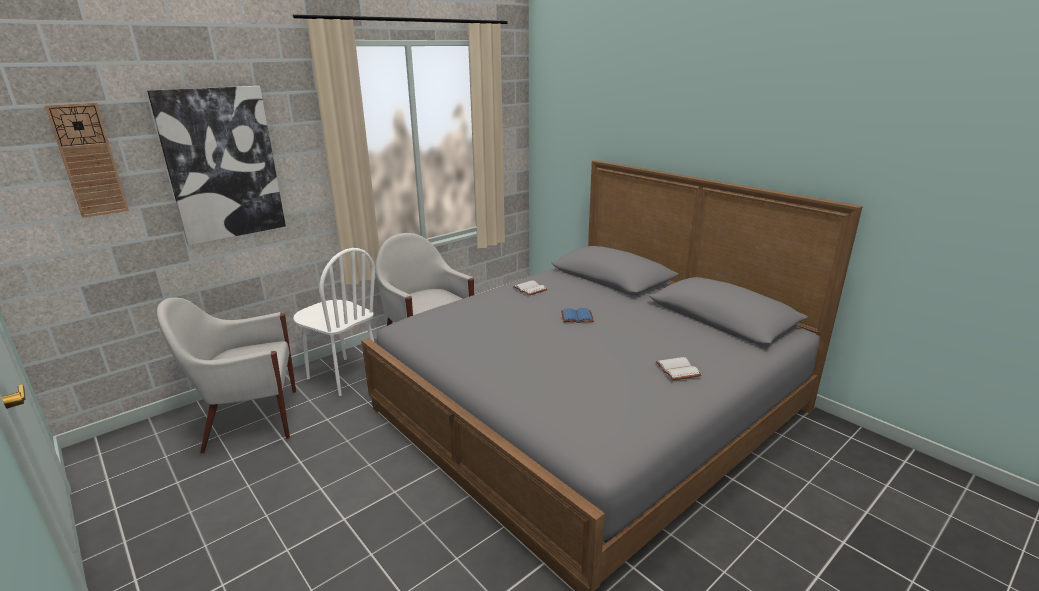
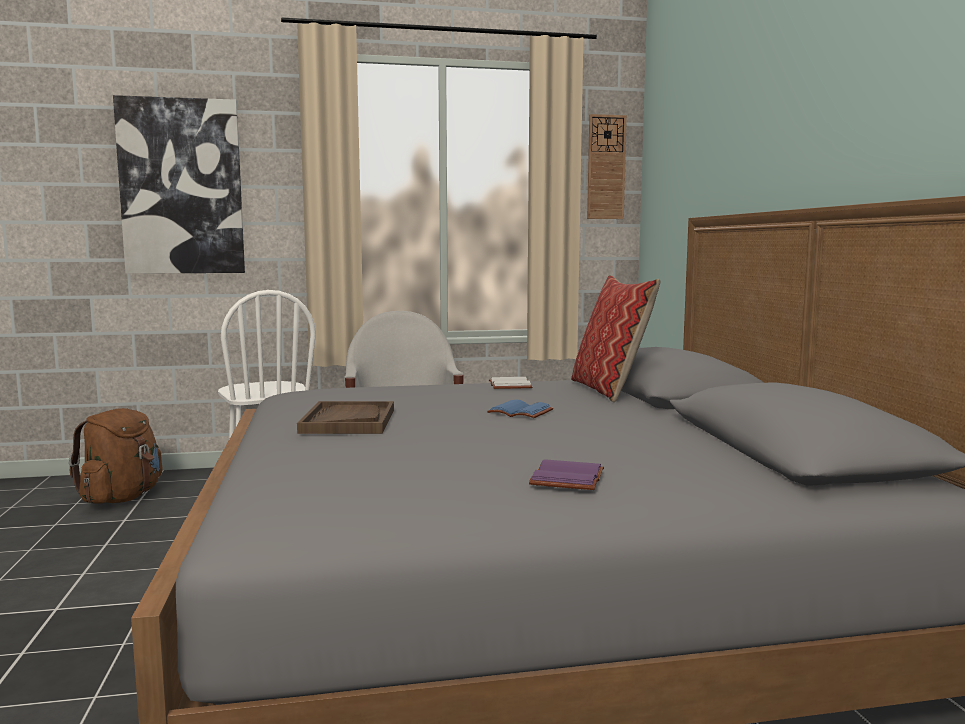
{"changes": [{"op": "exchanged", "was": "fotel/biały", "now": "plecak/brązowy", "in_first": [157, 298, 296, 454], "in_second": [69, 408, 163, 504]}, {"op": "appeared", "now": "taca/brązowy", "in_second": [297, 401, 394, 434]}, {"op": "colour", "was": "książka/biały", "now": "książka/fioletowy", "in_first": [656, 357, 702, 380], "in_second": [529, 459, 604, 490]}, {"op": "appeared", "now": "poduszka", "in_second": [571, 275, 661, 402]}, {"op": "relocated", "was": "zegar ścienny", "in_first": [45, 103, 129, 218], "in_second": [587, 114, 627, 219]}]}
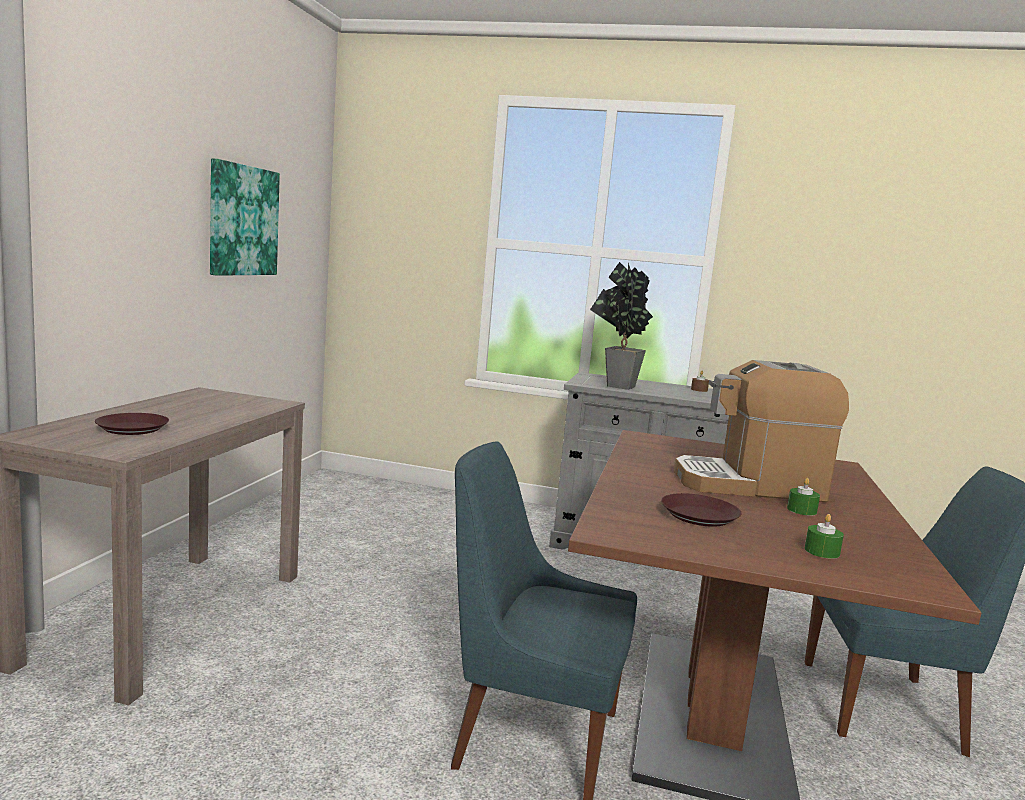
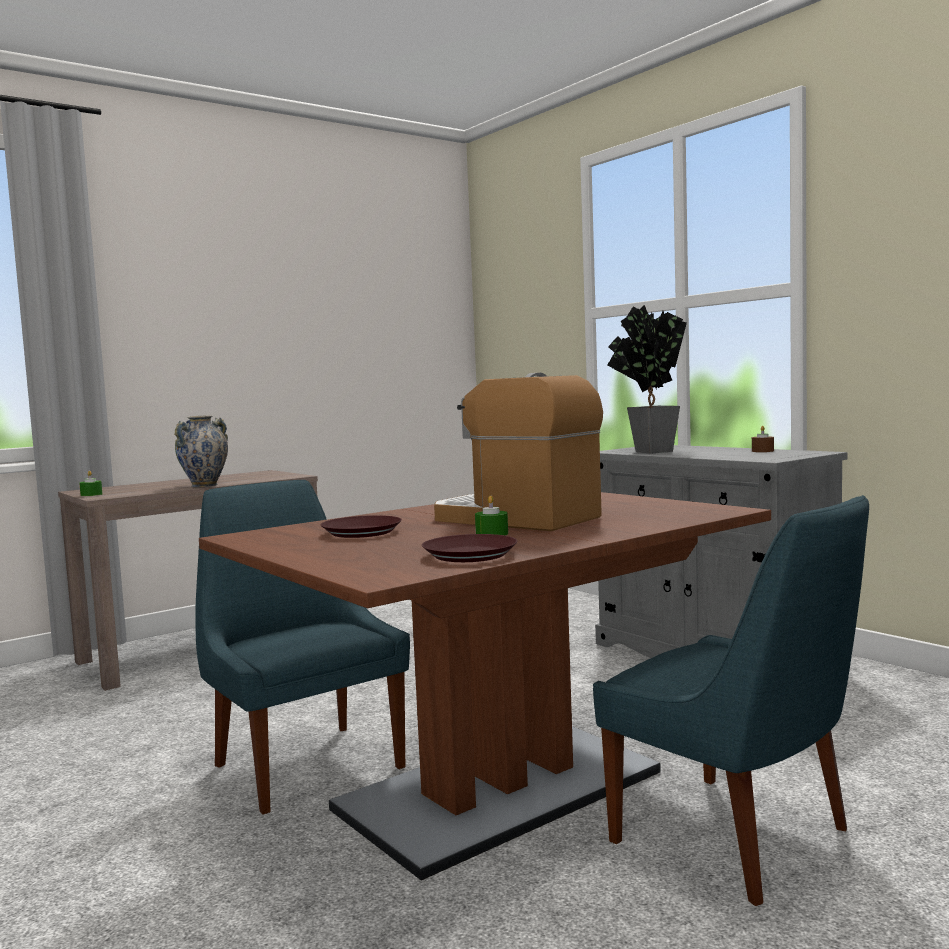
{"changes": [{"op": "relocated", "was": "świeca/zielony", "in_first": [805, 514, 844, 559], "in_second": [79, 471, 102, 496]}, {"op": "appeared", "now": "wazon", "in_second": [174, 415, 228, 487]}, {"op": "relocated", "was": "talerz/brązowy", "in_first": [95, 413, 169, 435], "in_second": [422, 534, 518, 562]}, {"op": "missing", "was": "obraz", "in_first": [210, 158, 280, 276]}]}
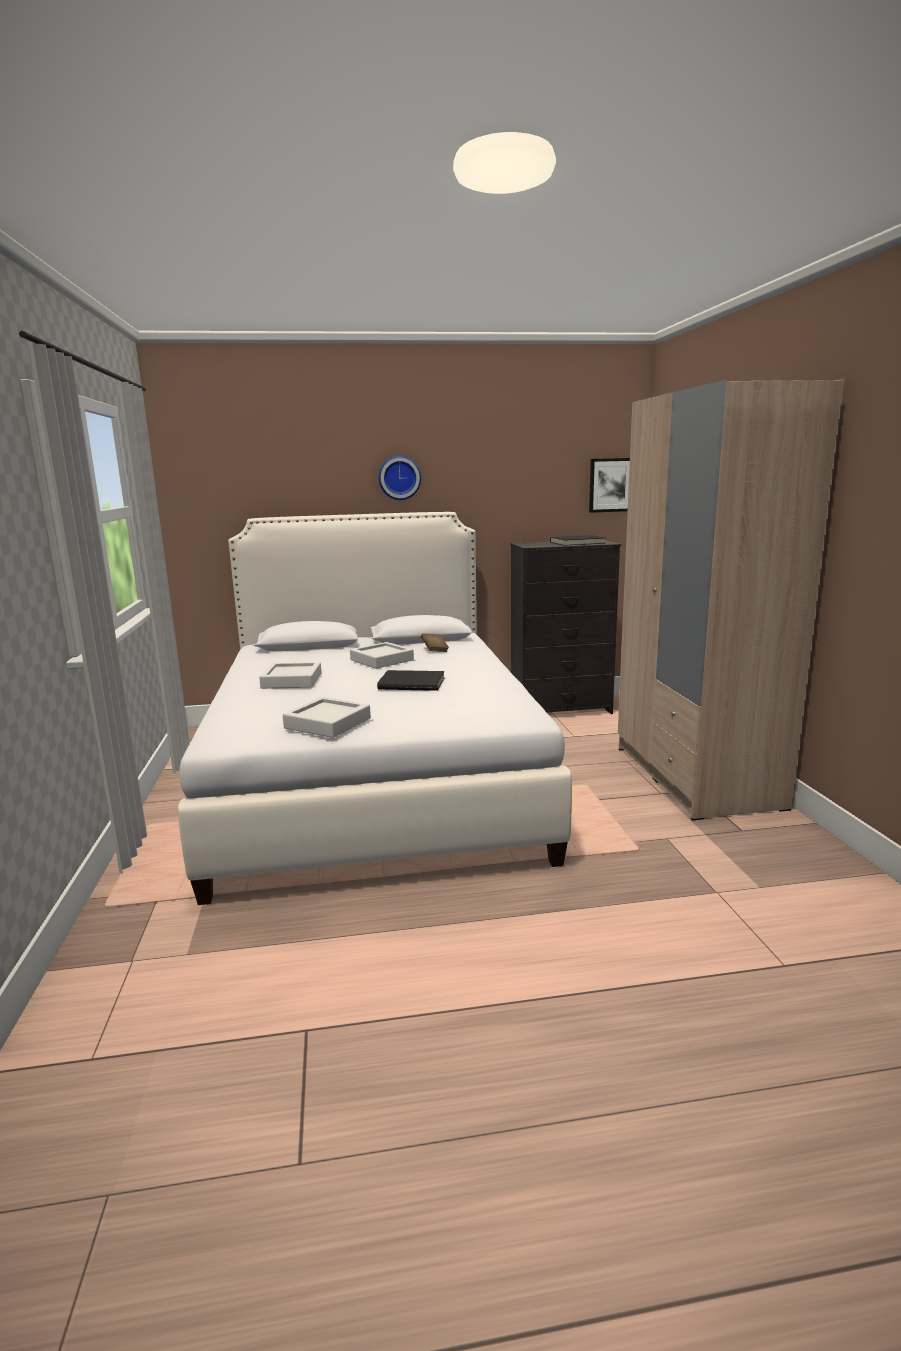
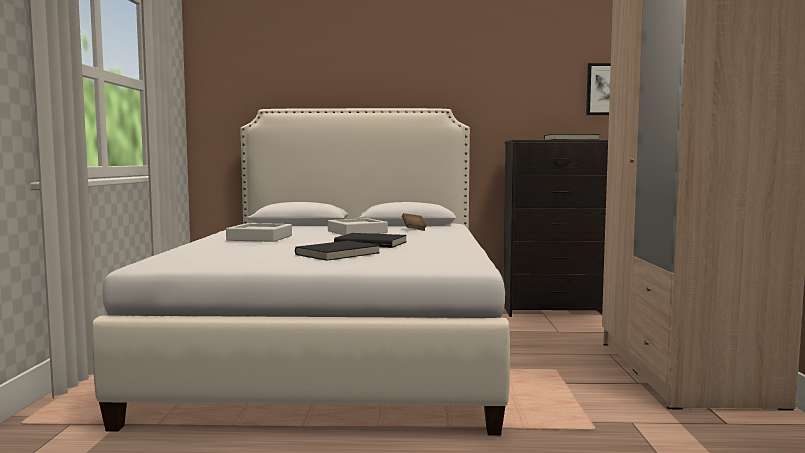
{"changes": [{"op": "appeared", "now": "książka/czarny", "in_second": [295, 241, 380, 261]}, {"op": "missing", "was": "taca/szary", "in_first": [283, 697, 371, 738]}, {"op": "missing", "was": "zegar ścienny", "in_first": [378, 456, 421, 500]}]}
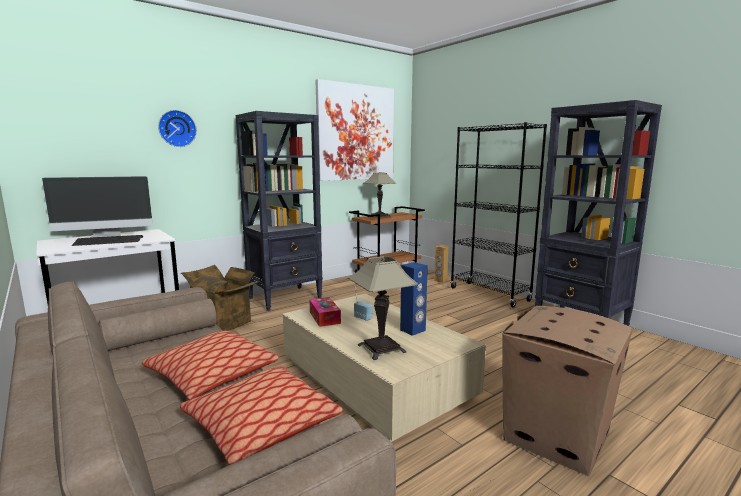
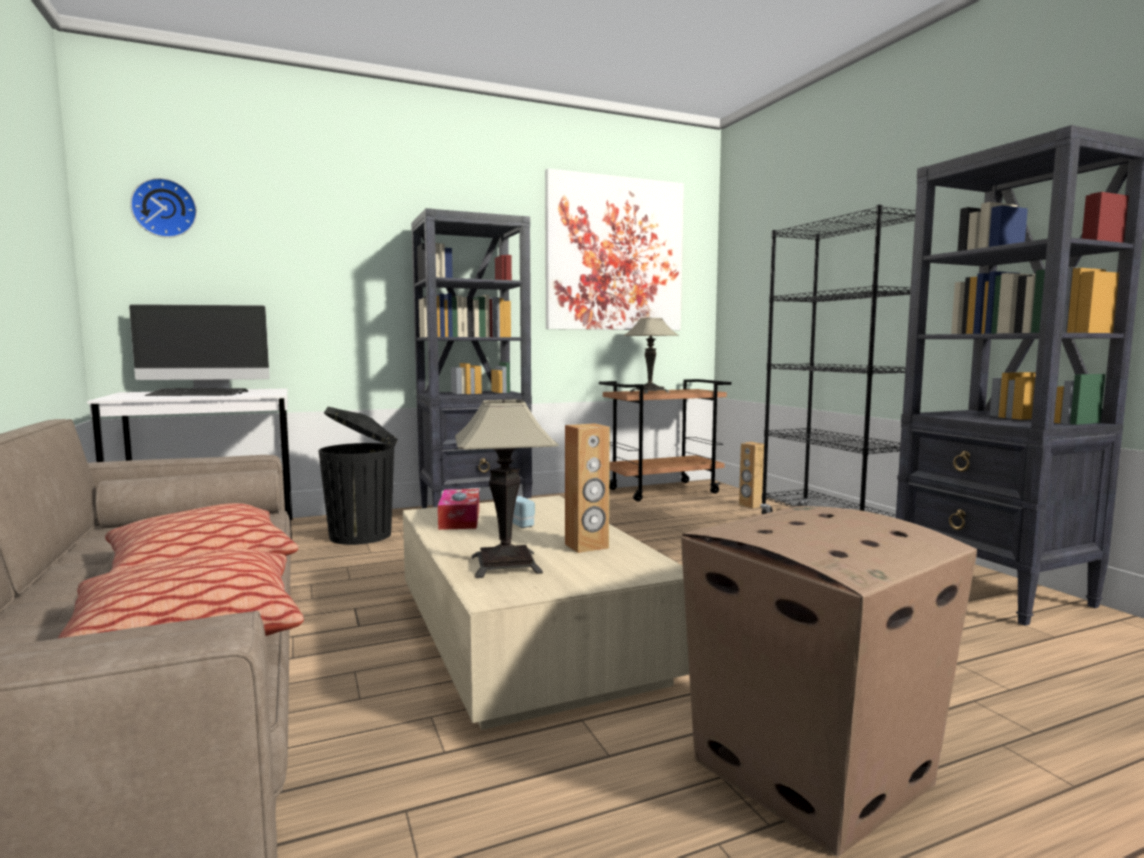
{"changes": [{"op": "relocated", "was": "zegar ścienny", "in_first": [158, 110, 197, 147], "in_second": [130, 178, 197, 238]}, {"op": "exchanged", "was": "karton", "now": "kosz na śmieci/czarny", "in_first": [181, 265, 259, 331], "in_second": [318, 407, 398, 545]}, {"op": "colour", "was": "głośnik/niebieski", "now": "głośnik/brązowy", "in_first": [400, 262, 428, 336], "in_second": [565, 423, 610, 553]}]}
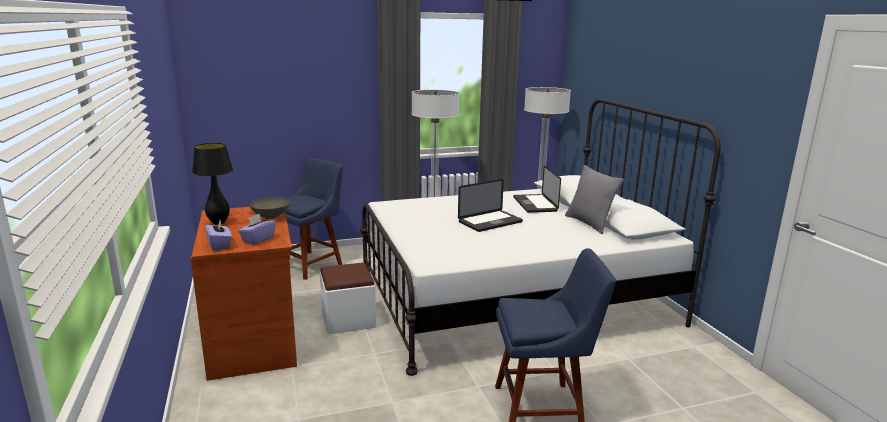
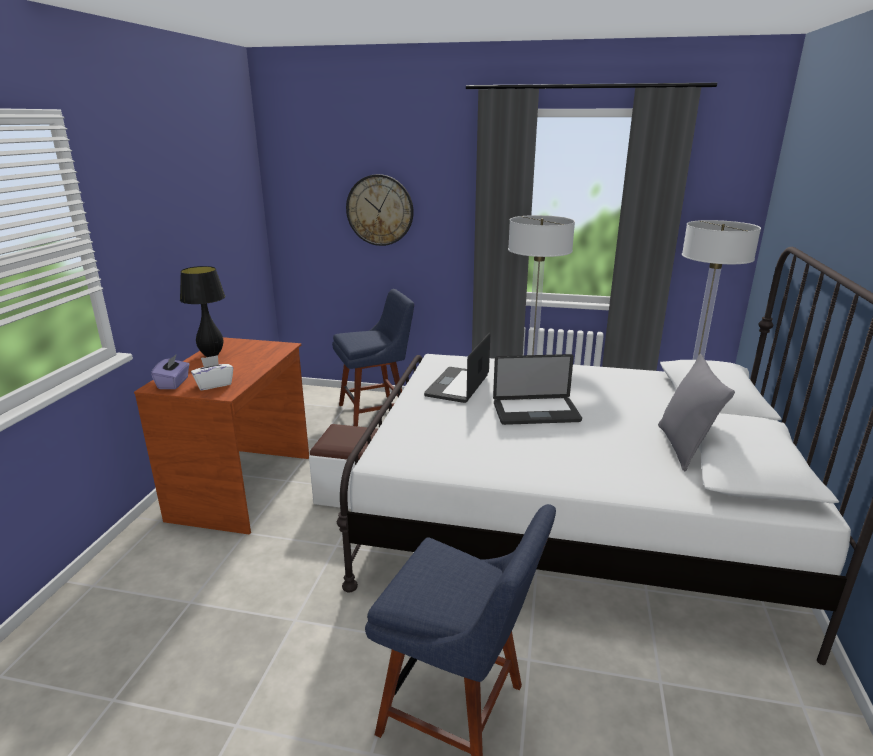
{"changes": [{"op": "colour", "was": "pudełko chusteczek/fioletowy", "now": "pudełko chusteczek/biały", "in_first": [238, 214, 276, 245], "in_second": [191, 355, 233, 390]}, {"op": "appeared", "now": "zegar ścienny", "in_second": [346, 174, 414, 246]}, {"op": "relocated", "was": "laptop", "in_first": [513, 165, 561, 213], "in_second": [424, 333, 490, 403]}, {"op": "missing", "was": "miska/szary", "in_first": [249, 197, 291, 219]}]}
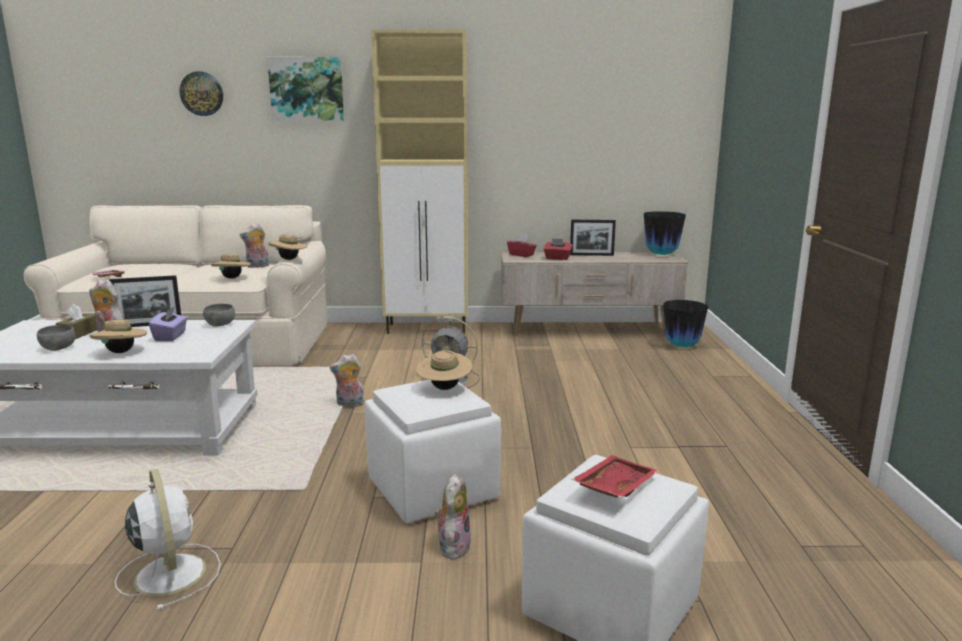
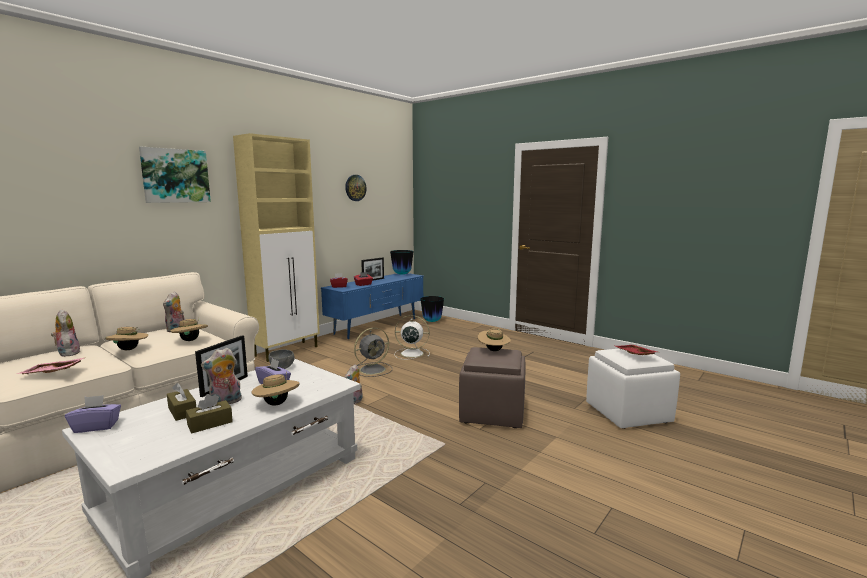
{"changes": [{"op": "relocated", "was": "pluszak", "in_first": [435, 474, 471, 559], "in_second": [51, 309, 81, 357]}, {"op": "appeared", "now": "pudełko chusteczek/fioletowy", "in_second": [65, 395, 121, 433]}, {"op": "relocated", "was": "kapelusz/beżowy", "in_first": [268, 235, 308, 260], "in_second": [105, 327, 148, 350]}, {"op": "exchanged", "was": "miska/szary", "now": "pudełko chusteczek/brązowy", "in_first": [37, 325, 76, 351], "in_second": [186, 394, 233, 433]}, {"op": "colour", "was": "szafka pod telewizor/beżowy", "now": "szafka pod telewizor/niebieski", "in_first": [501, 252, 689, 336], "in_second": [321, 273, 424, 339]}, {"op": "relocated", "was": "zegar ścienny", "in_first": [179, 71, 223, 116], "in_second": [345, 175, 366, 201]}, {"op": "relocated", "was": "wentylator/biały", "in_first": [115, 469, 221, 610], "in_second": [394, 315, 429, 360]}, {"op": "colour", "was": "pufa/biały", "now": "pufa/brązowy", "in_first": [365, 380, 501, 523], "in_second": [459, 347, 526, 428]}]}
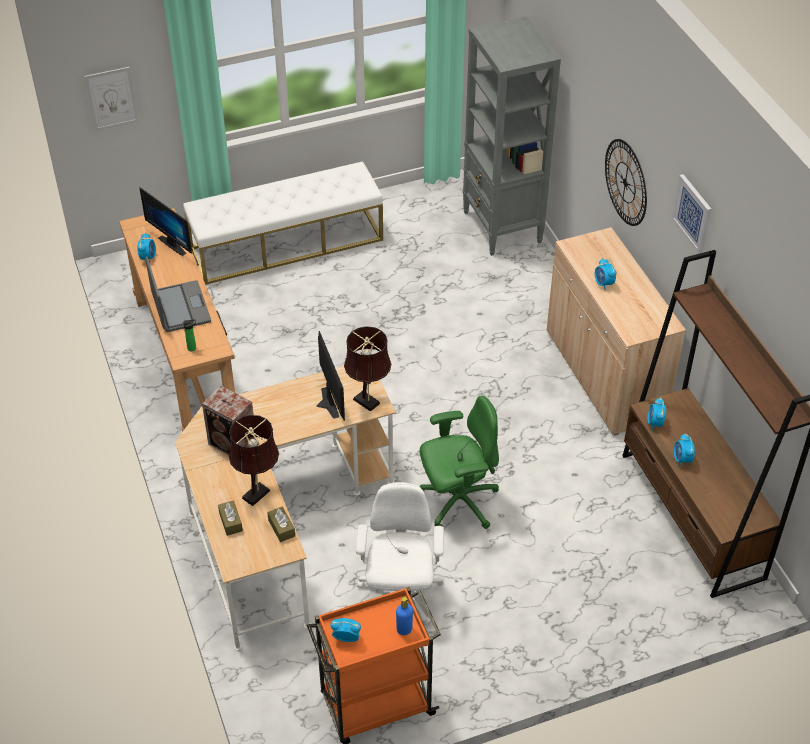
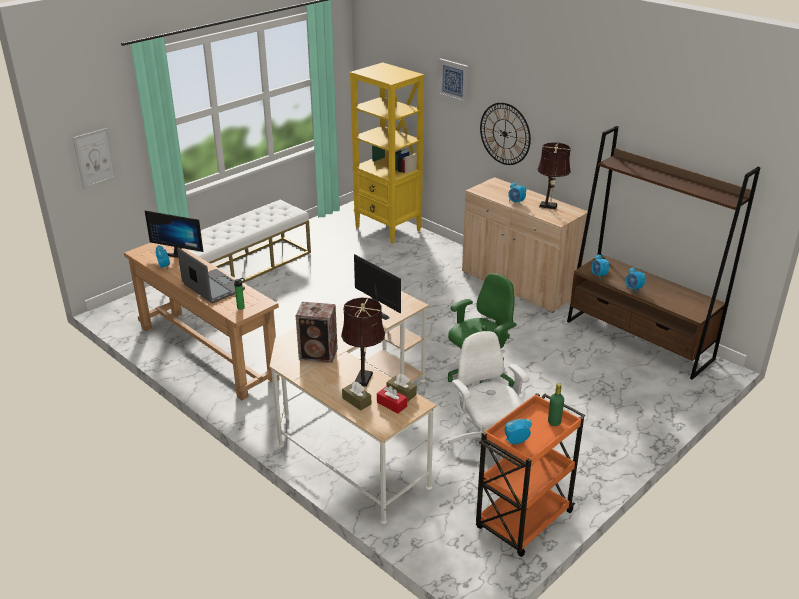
{"changes": [{"op": "colour", "was": "regał/szary", "now": "regał/żółty", "in_first": [462, 16, 561, 256], "in_second": [350, 62, 424, 244]}, {"op": "appeared", "now": "pudełko chusteczek/czerwony", "in_second": [377, 386, 407, 413]}, {"op": "relocated", "was": "obraz", "in_first": [672, 174, 711, 254], "in_second": [438, 58, 469, 103]}, {"op": "relocated", "was": "lampa stołowa/brązowy", "in_first": [344, 326, 391, 412], "in_second": [537, 142, 571, 209]}, {"op": "colour", "was": "butelka/niebieski", "now": "butelka/zielony", "in_first": [396, 597, 413, 635], "in_second": [548, 383, 564, 426]}]}
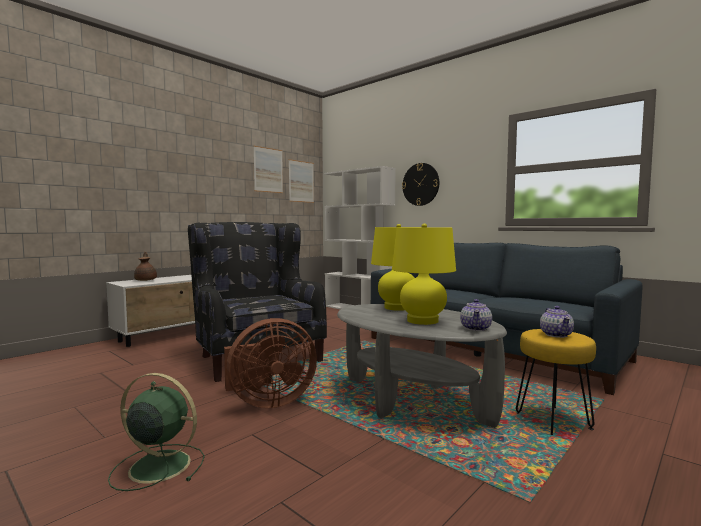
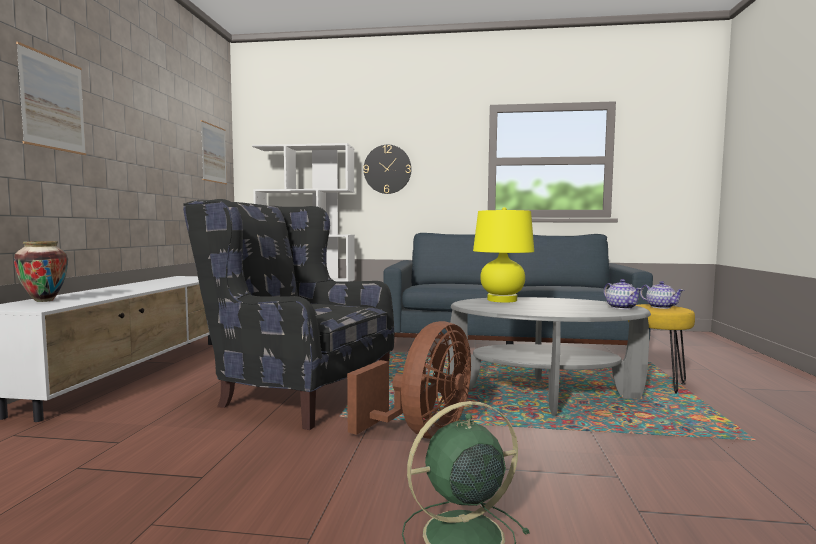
{"changes": [{"op": "exchanged", "was": "imbryk/brązowy", "now": "wazon", "in_first": [134, 252, 157, 281], "in_second": [14, 241, 68, 302]}, {"op": "relocated", "was": "obraz", "in_first": [253, 146, 283, 193], "in_second": [16, 42, 86, 155]}, {"op": "missing", "was": "lampa stołowa/żółty", "in_first": [392, 224, 456, 325]}]}
